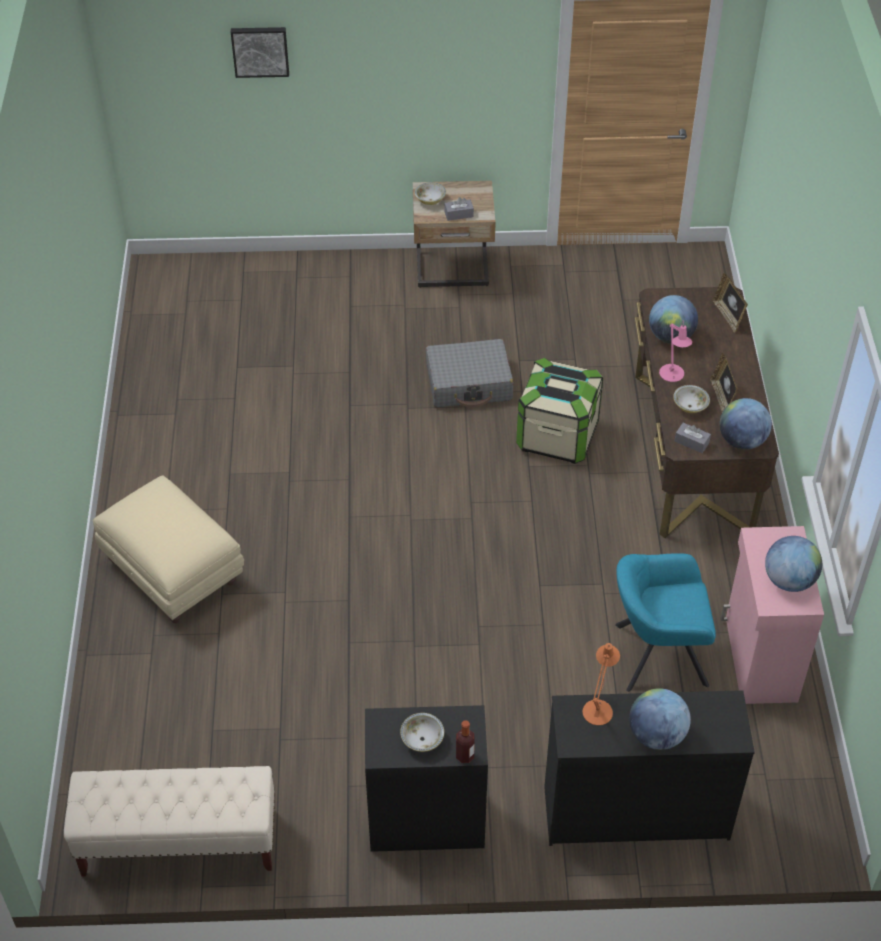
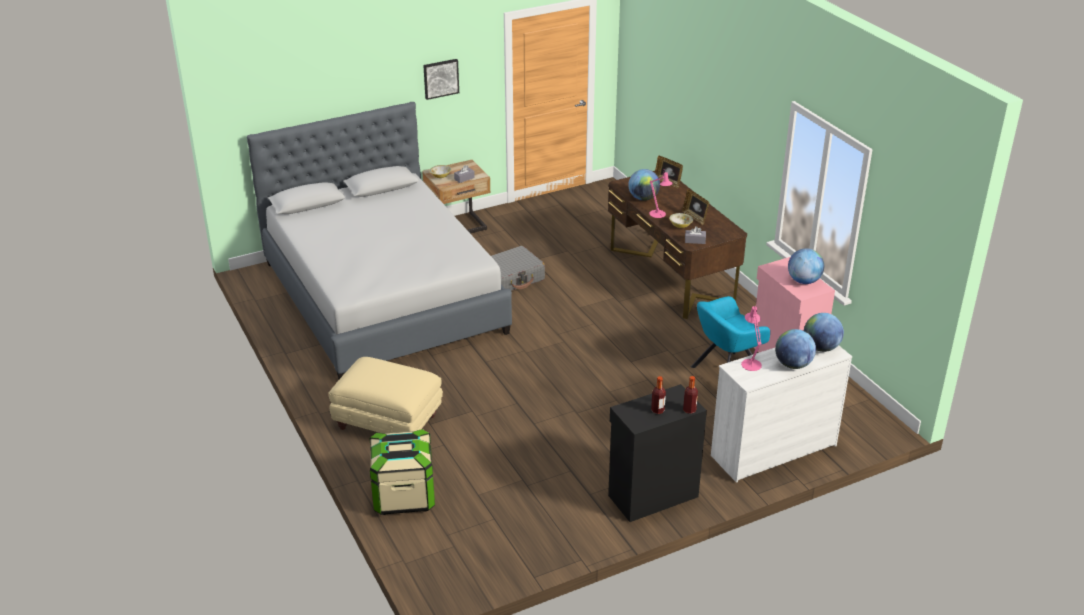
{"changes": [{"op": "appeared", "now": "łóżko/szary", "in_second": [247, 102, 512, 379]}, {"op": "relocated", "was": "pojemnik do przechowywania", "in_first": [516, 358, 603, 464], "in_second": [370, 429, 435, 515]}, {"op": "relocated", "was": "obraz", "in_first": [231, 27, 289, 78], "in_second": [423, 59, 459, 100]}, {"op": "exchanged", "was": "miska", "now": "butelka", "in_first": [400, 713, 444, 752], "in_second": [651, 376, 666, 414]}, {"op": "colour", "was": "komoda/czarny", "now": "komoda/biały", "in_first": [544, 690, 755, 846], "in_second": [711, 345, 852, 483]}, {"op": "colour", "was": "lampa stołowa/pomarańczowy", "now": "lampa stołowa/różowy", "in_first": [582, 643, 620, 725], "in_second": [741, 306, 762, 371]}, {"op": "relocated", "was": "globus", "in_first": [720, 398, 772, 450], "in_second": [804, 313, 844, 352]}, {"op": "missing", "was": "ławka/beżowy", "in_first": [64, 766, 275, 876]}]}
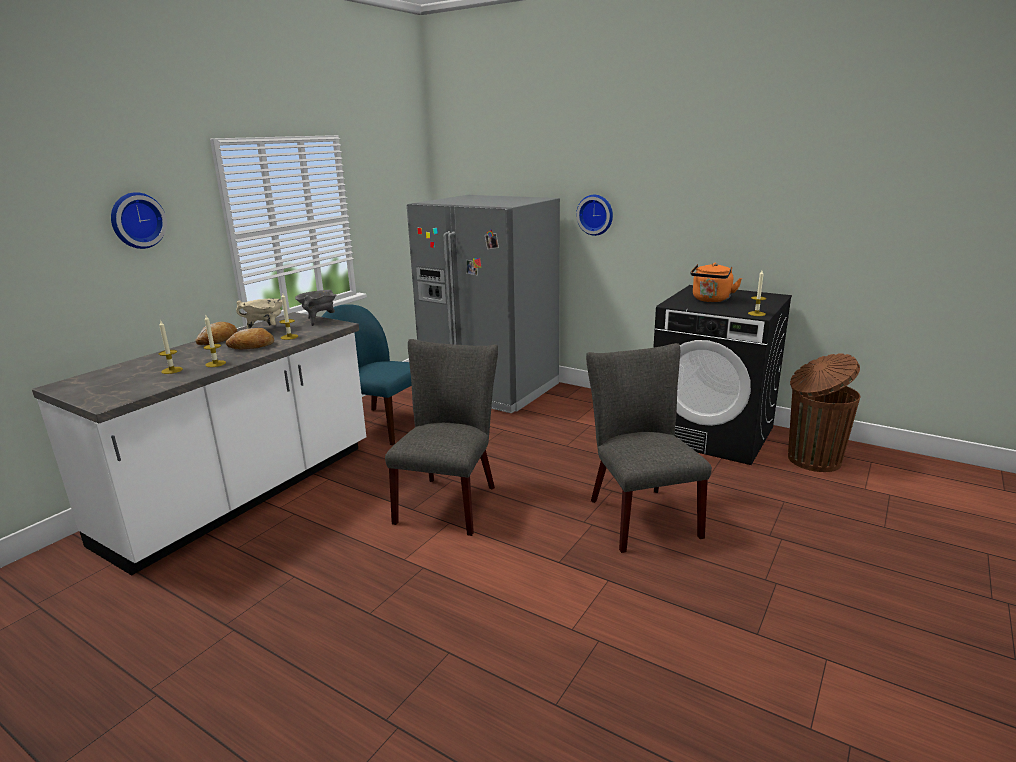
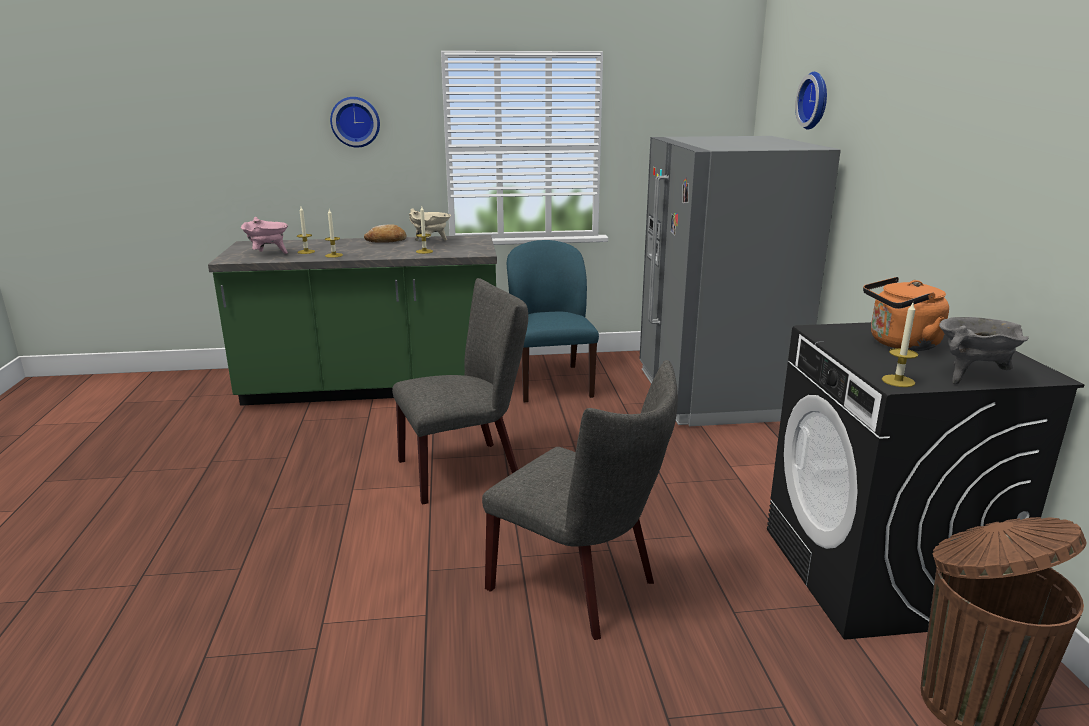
{"changes": [{"op": "colour", "was": "zabudowa kuchenna/biały", "now": "zabudowa kuchenna/zielony", "in_first": [32, 312, 366, 575], "in_second": [208, 235, 497, 406]}, {"op": "appeared", "now": "garnek/różowy", "in_second": [241, 217, 288, 254]}, {"op": "spun", "was": "krzesło/szary", "in_first": [586, 343, 712, 553], "in_second": [482, 360, 678, 640], "clockwise": 90}, {"op": "relocated", "was": "zegar ścienny", "in_first": [576, 195, 613, 236], "in_second": [795, 72, 827, 130]}, {"op": "relocated", "was": "garnek/szary", "in_first": [295, 290, 336, 326], "in_second": [939, 317, 1029, 384]}, {"op": "missing", "was": "chleb", "in_first": [226, 328, 274, 349]}]}
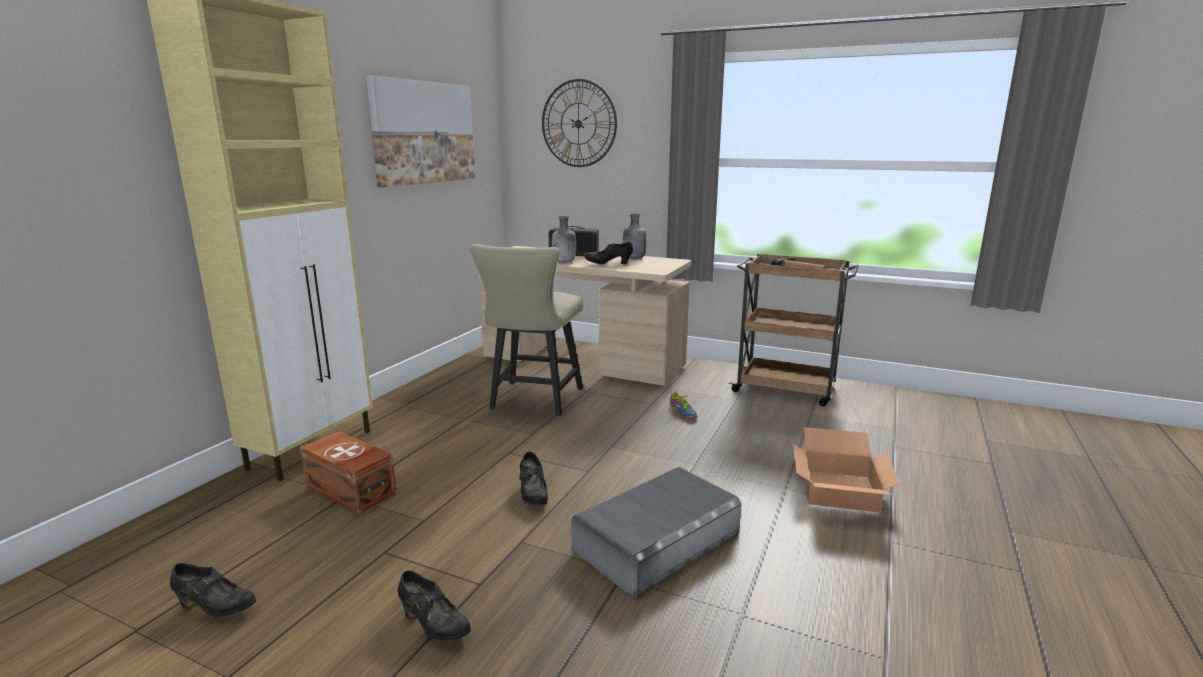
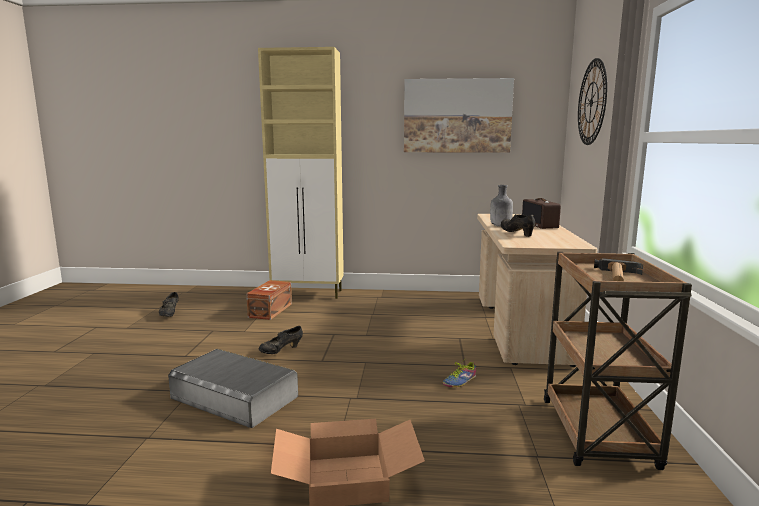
{"changes": [{"op": "missing", "was": "but/czarny", "in_first": [398, 570, 471, 640]}, {"op": "missing", "was": "krzesło/beżowy", "in_first": [469, 244, 583, 416]}, {"op": "missing", "was": "butelka/szary", "in_first": [623, 214, 647, 259]}]}
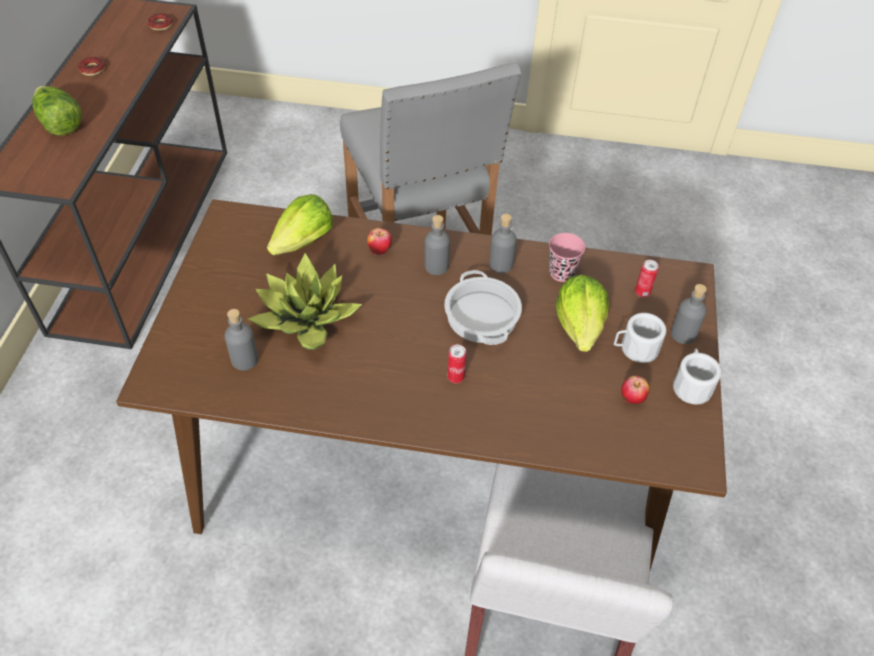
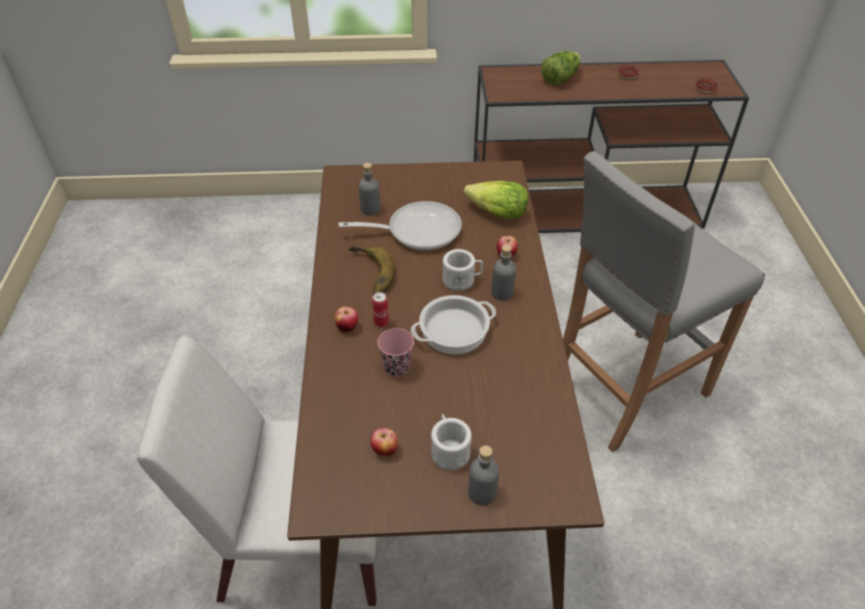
{"changes": [{"op": "appeared", "now": "jabłko", "in_second": [334, 307, 358, 332]}, {"op": "exchanged", "was": "roślina doniczkowa", "now": "patelnia", "in_first": [248, 253, 362, 349], "in_second": [339, 201, 462, 250]}, {"op": "appeared", "now": "banan", "in_second": [349, 245, 395, 294]}, {"op": "relocated", "was": "filiżanka/różowy", "in_first": [549, 233, 585, 282], "in_second": [377, 328, 414, 377]}, {"op": "relocated", "was": "kubek/biały", "in_first": [673, 349, 721, 404], "in_second": [443, 249, 483, 291]}, {"op": "missing", "was": "butelka/szary", "in_first": [489, 214, 517, 274]}, {"op": "missing", "was": "sałata", "in_first": [556, 275, 609, 352]}, {"op": "missing", "was": "puszka", "in_first": [635, 260, 659, 297]}]}
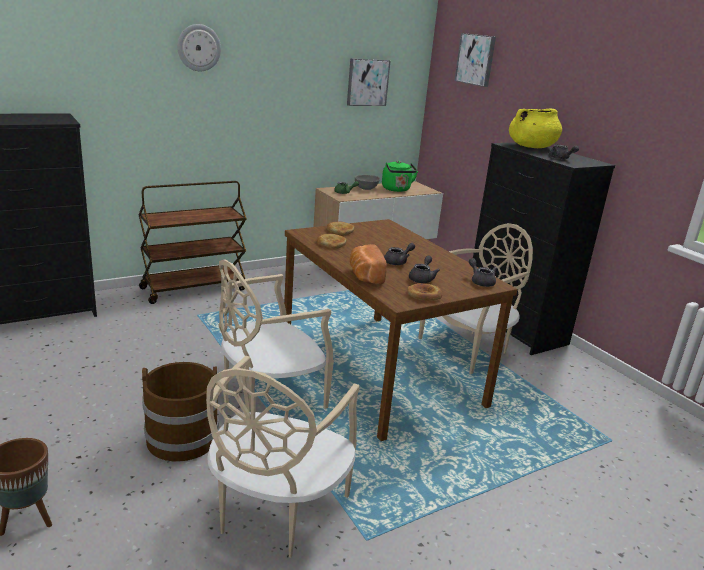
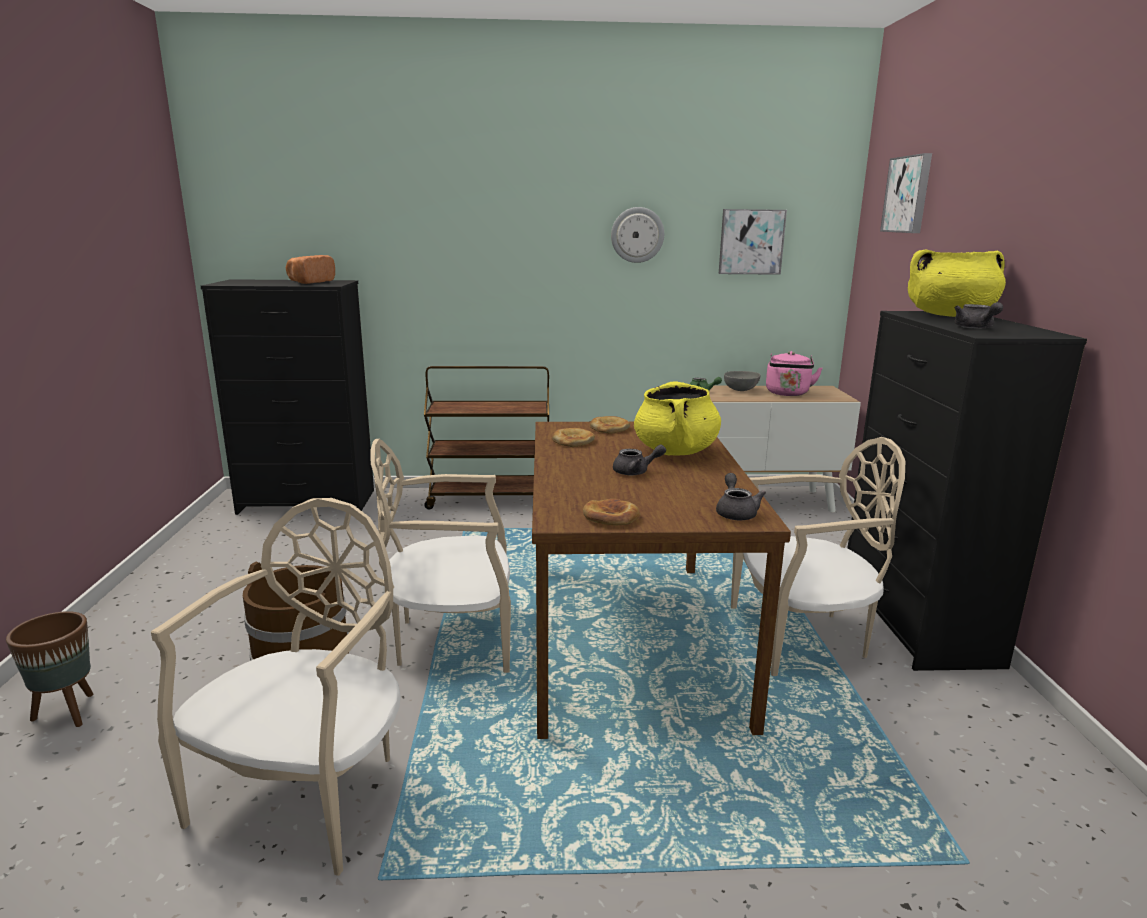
{"changes": [{"op": "spun", "was": "krzesło/beżowy", "in_first": [206, 356, 360, 558], "in_second": [151, 498, 401, 876], "clockwise": 150}, {"op": "relocated", "was": "chleb", "in_first": [350, 244, 387, 284], "in_second": [286, 255, 335, 284]}, {"op": "relocated", "was": "zegar ścienny", "in_first": [177, 24, 221, 71], "in_second": [611, 207, 664, 263]}, {"op": "appeared", "now": "garnek/żółty", "in_second": [634, 382, 721, 456]}, {"op": "colour", "was": "czajnik/zielony", "now": "czajnik/różowy", "in_first": [382, 161, 418, 192], "in_second": [766, 351, 823, 396]}, {"op": "missing", "was": "imbryk/szary", "in_first": [409, 256, 440, 283]}]}
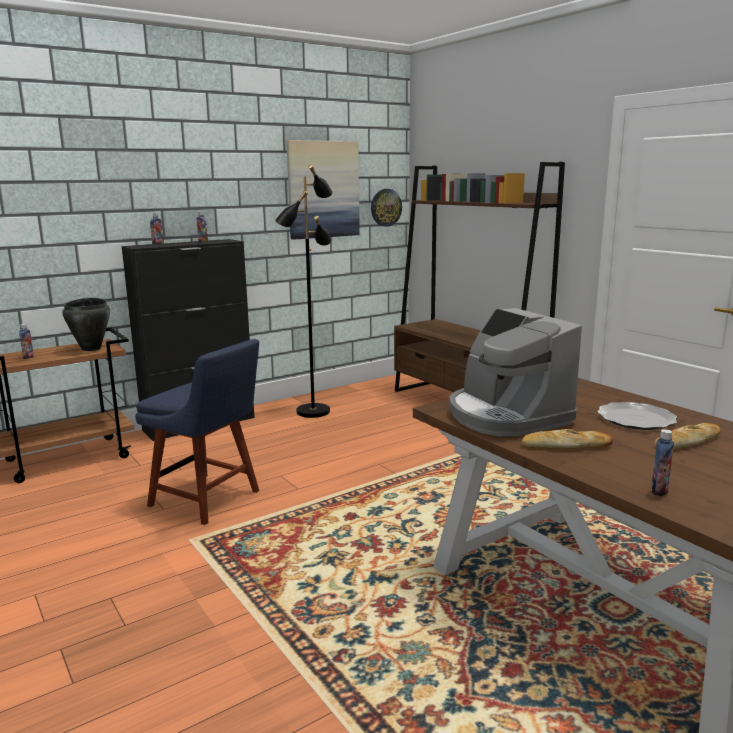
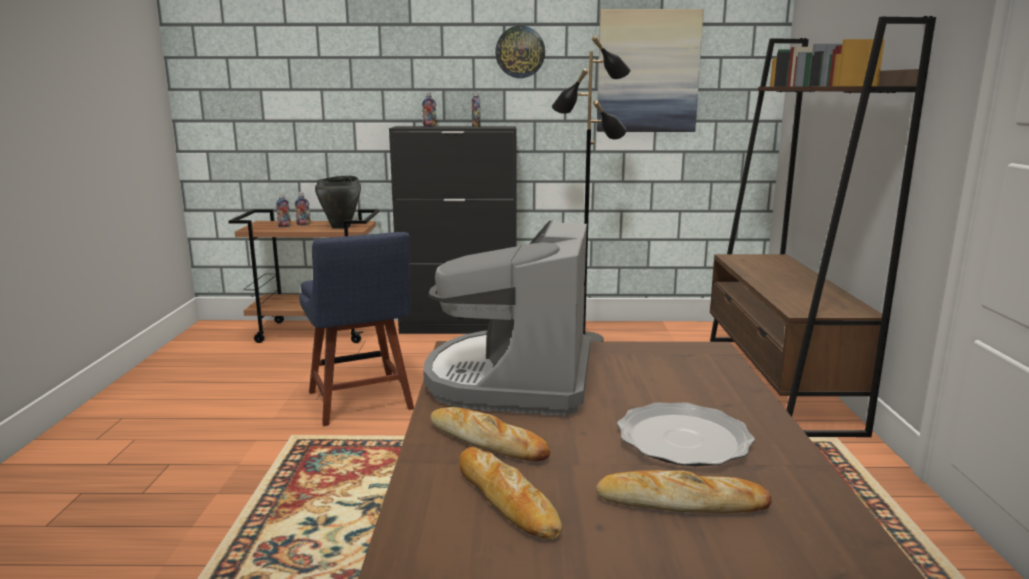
{"changes": [{"op": "relocated", "was": "butelka", "in_first": [651, 429, 674, 496], "in_second": [295, 192, 311, 225]}, {"op": "appeared", "now": "chleb", "in_second": [459, 447, 562, 540]}, {"op": "relocated", "was": "zegar ścienny", "in_first": [371, 189, 402, 227], "in_second": [495, 26, 545, 78]}]}
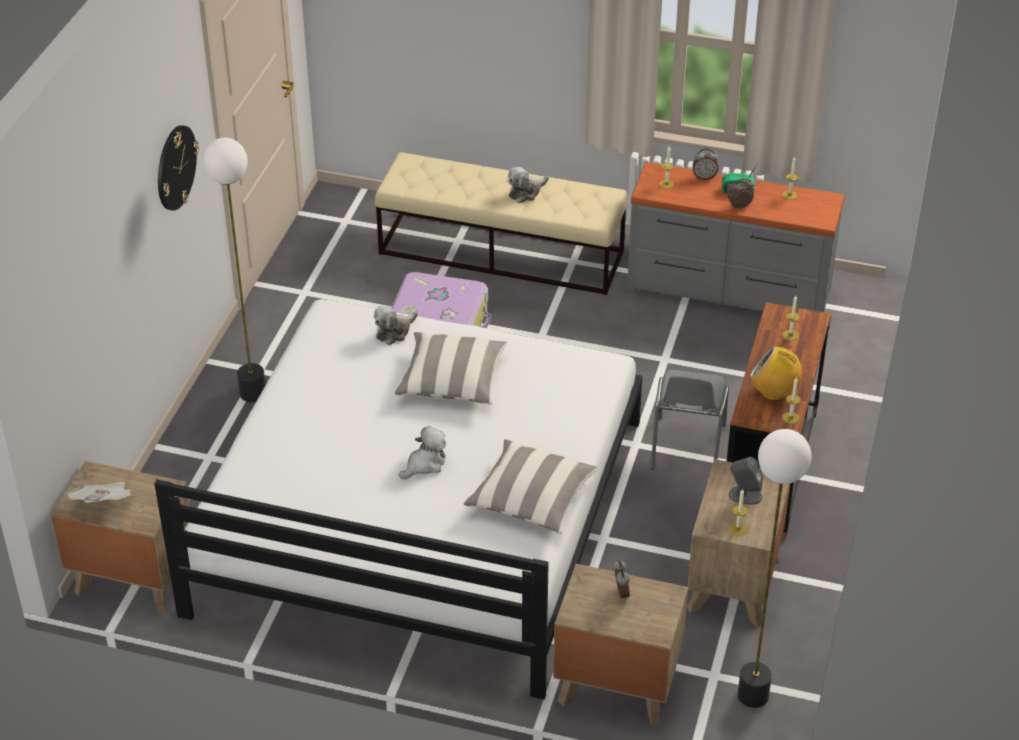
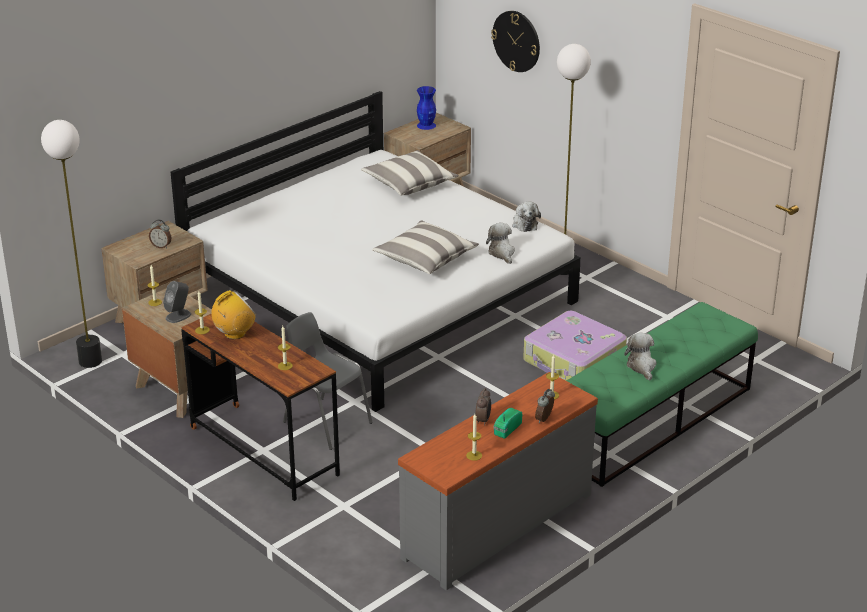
{"changes": [{"op": "relocated", "was": "poduszka", "in_first": [464, 439, 598, 534], "in_second": [361, 150, 459, 196]}, {"op": "exchanged", "was": "gazeta", "now": "wazon/niebieski", "in_first": [67, 482, 132, 503], "in_second": [417, 86, 436, 130]}, {"op": "relocated", "was": "zegar ścienny", "in_first": [158, 125, 199, 211], "in_second": [491, 11, 540, 72]}, {"op": "relocated", "was": "pluszak", "in_first": [399, 426, 446, 479], "in_second": [512, 201, 541, 232]}, {"op": "colour", "was": "ławka/beżowy", "now": "ławka/zielony", "in_first": [375, 152, 628, 295], "in_second": [566, 302, 758, 487]}]}
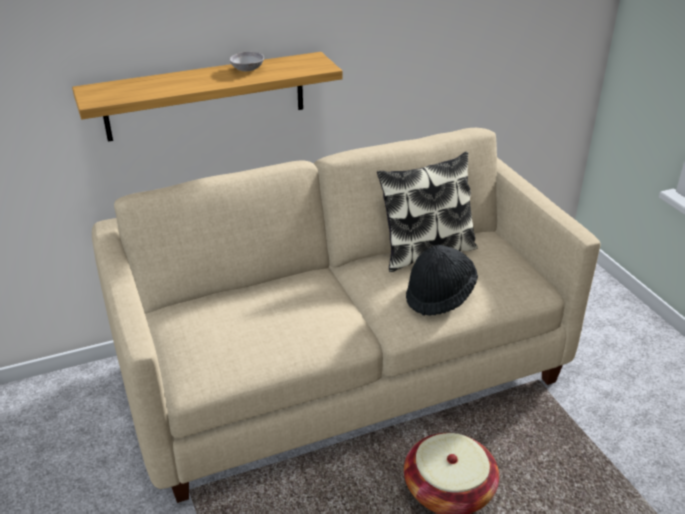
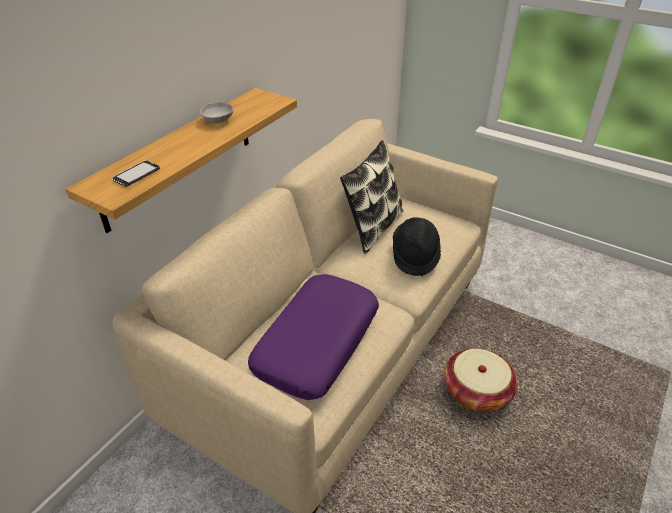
{"changes": [{"op": "appeared", "now": "telefon", "in_second": [112, 160, 160, 187]}, {"op": "appeared", "now": "poduszka/fioletowy", "in_second": [248, 274, 379, 400]}]}
